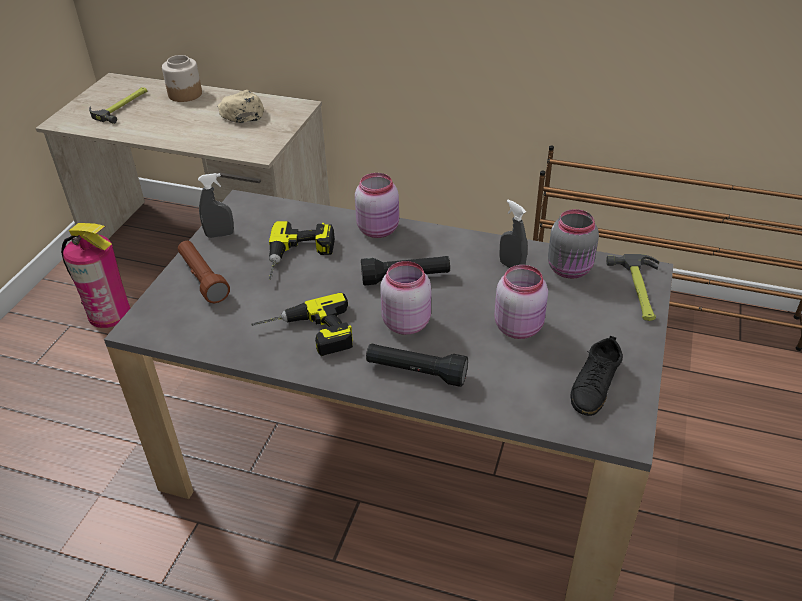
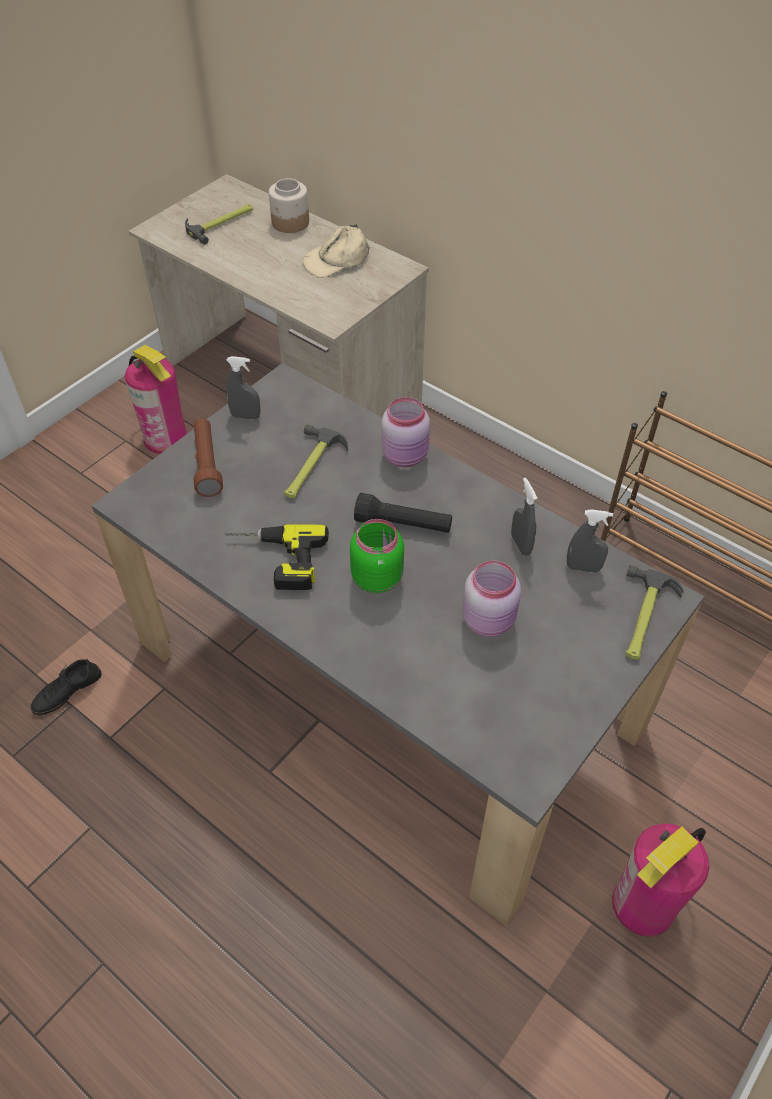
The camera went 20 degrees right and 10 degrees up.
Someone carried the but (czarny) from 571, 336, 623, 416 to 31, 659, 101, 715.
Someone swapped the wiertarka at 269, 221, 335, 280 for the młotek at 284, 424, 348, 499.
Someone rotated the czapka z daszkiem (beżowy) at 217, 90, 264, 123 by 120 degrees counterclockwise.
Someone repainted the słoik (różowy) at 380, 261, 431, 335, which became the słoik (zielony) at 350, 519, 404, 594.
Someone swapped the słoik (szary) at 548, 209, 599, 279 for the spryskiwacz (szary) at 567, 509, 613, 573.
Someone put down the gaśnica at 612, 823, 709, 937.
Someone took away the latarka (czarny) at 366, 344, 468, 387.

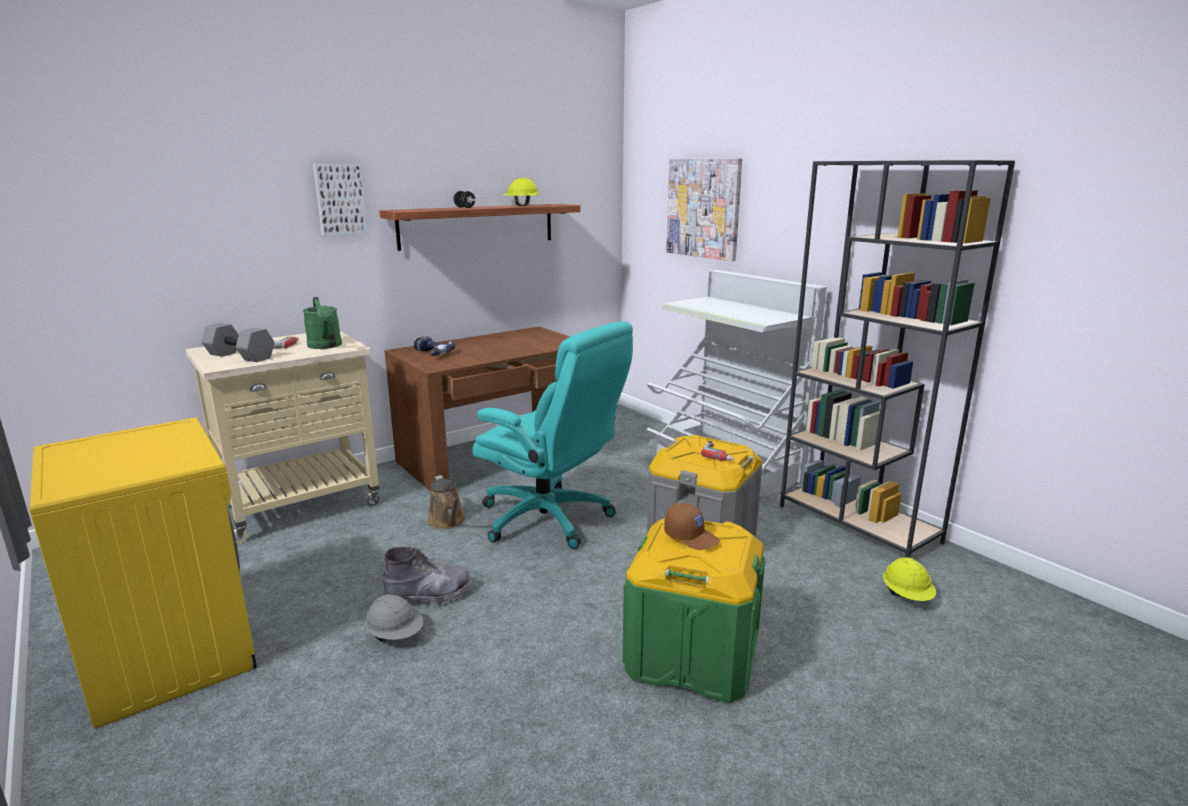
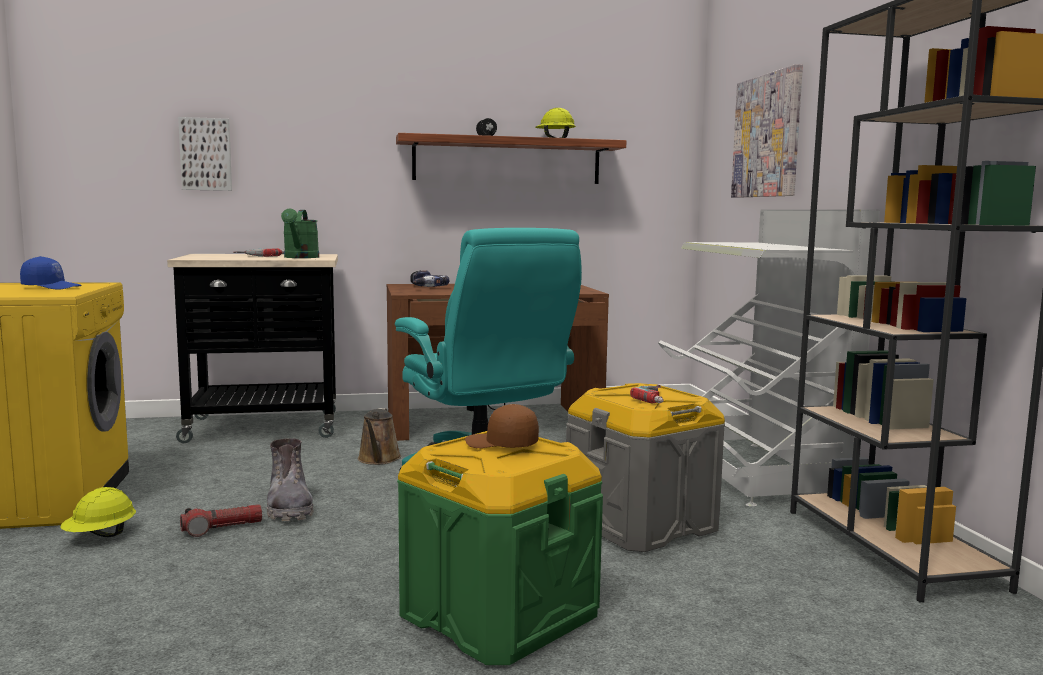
The camera went 25 degrees right and 10 degrees down.
Someone put down the czapka z daszkiem (niebieski) at 20, 256, 81, 289.
Someone carried the kask (żółty) from 883, 557, 936, 601 to 60, 487, 136, 537.
Someone repainted the wózek (beżowy) at 185, 331, 380, 544, which became the wózek (czarny) at 167, 254, 338, 443.
Someone carried the obraz from 313, 164, 368, 236 to 178, 117, 232, 191.
Someone swapped the kask (szary) at 365, 594, 423, 642 for the latarka at 180, 504, 262, 537.
Someone rotated the but z cholewką (szary) at 383, 547, 472, 606 by 60 degrees clockwise.
Someone rotated the czapka z daszkiem (brązowy) at 664, 503, 720, 550 by 135 degrees clockwise.
Someone took away the hantel (szary) at 201, 323, 274, 362.

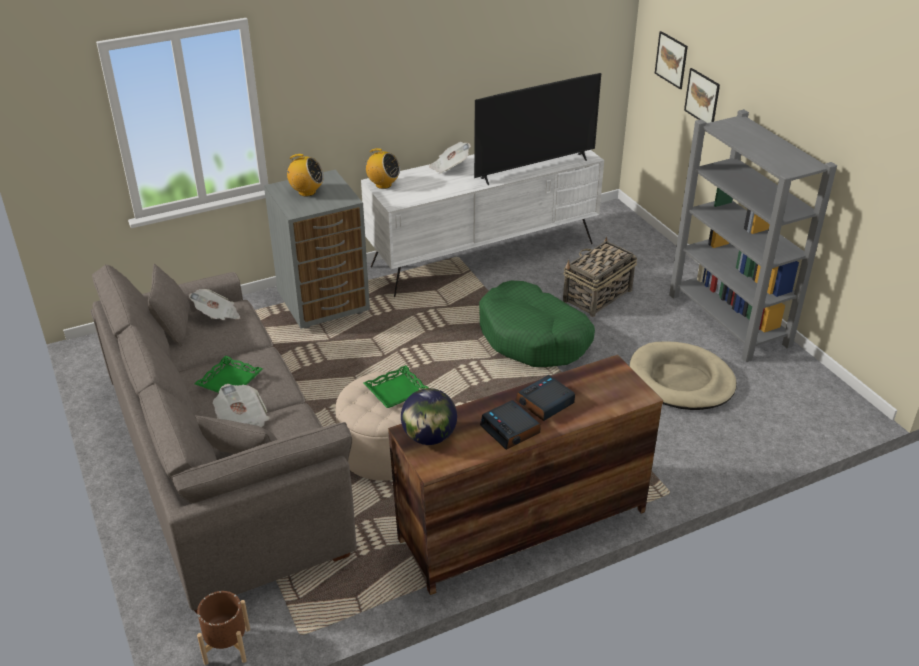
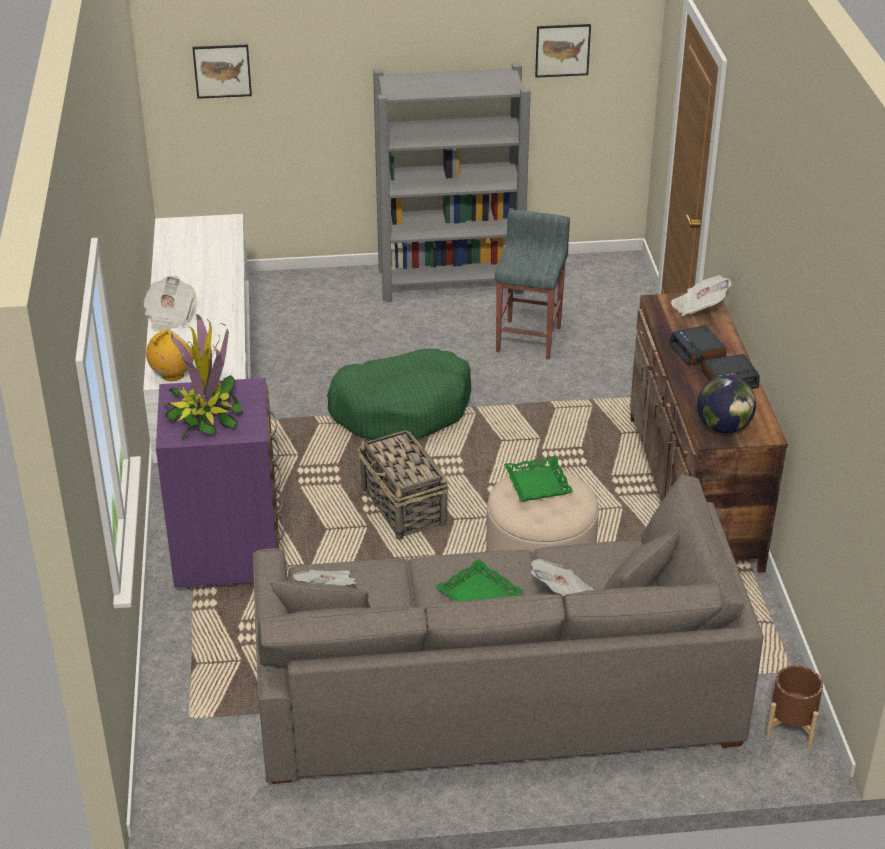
The camera went 70 degrees left and 0 degrees up.
Someone repainted the komoda (szary) at 264, 170, 370, 329, which became the komoda (fioletowy) at 156, 378, 285, 591.
Someone swapped the radio at 285, 154, 324, 196 for the roślina doniczkowa at 161, 314, 243, 439.
Someone carried the koszyk from 563, 237, 637, 317 to 357, 430, 449, 540.
Someone swapped the legowisko (beżowy) at 629, 341, 737, 410 for the stołek (szary) at 495, 210, 570, 359.
Someone carried the obraz from 684, 68, 720, 123 to 535, 24, 591, 78.
Someone put down the gazeta at 671, 275, 732, 316.
Someone took away the telewizor at 474, 73, 601, 185.

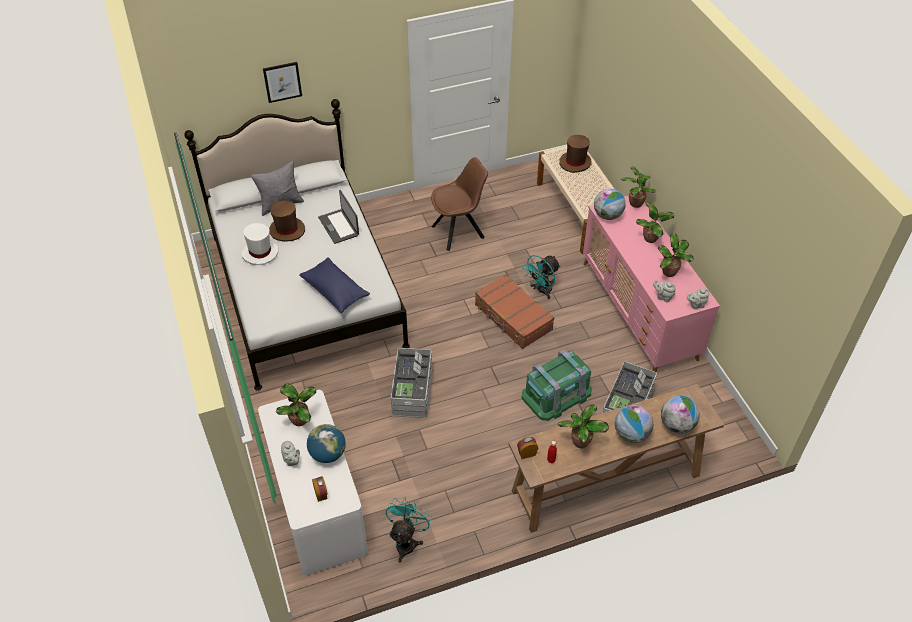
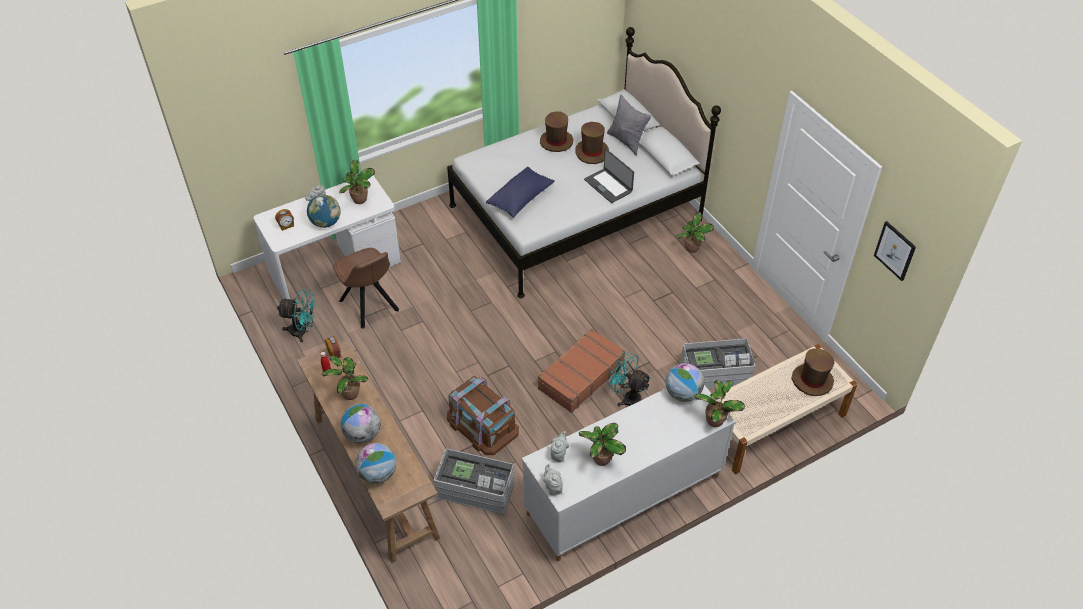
The camera went 80 degrees right and 0 degrees up.
Someone carried the krzesło (brązowy) from 431, 157, 488, 251 to 333, 248, 399, 329.
Someone repainted the pojemnik do przechowywania (zielony) at 521, 350, 592, 421, which became the pojemnik do przechowywania (brązowy) at 447, 376, 519, 455.
Someone repainted the komoda (różowy) at 583, 195, 720, 372, which became the komoda (biały) at 522, 385, 736, 562.
Someone repainted the kapelusz (biały) at 242, 223, 278, 265, which became the kapelusz (brązowy) at 540, 111, 573, 152.
Someone rotated the laptop at 318, 190, 359, 244 by 90 degrees counterclockwise.
Someone carried the roślina doniczkowa from 636, 202, 674, 243 to 675, 213, 714, 253.
Someone carried the pojemnik do przechowywania (szary) from 391, 348, 433, 418 to 680, 338, 755, 389.
Someone carried the obraz from 263, 62, 302, 103 to 874, 221, 916, 281.

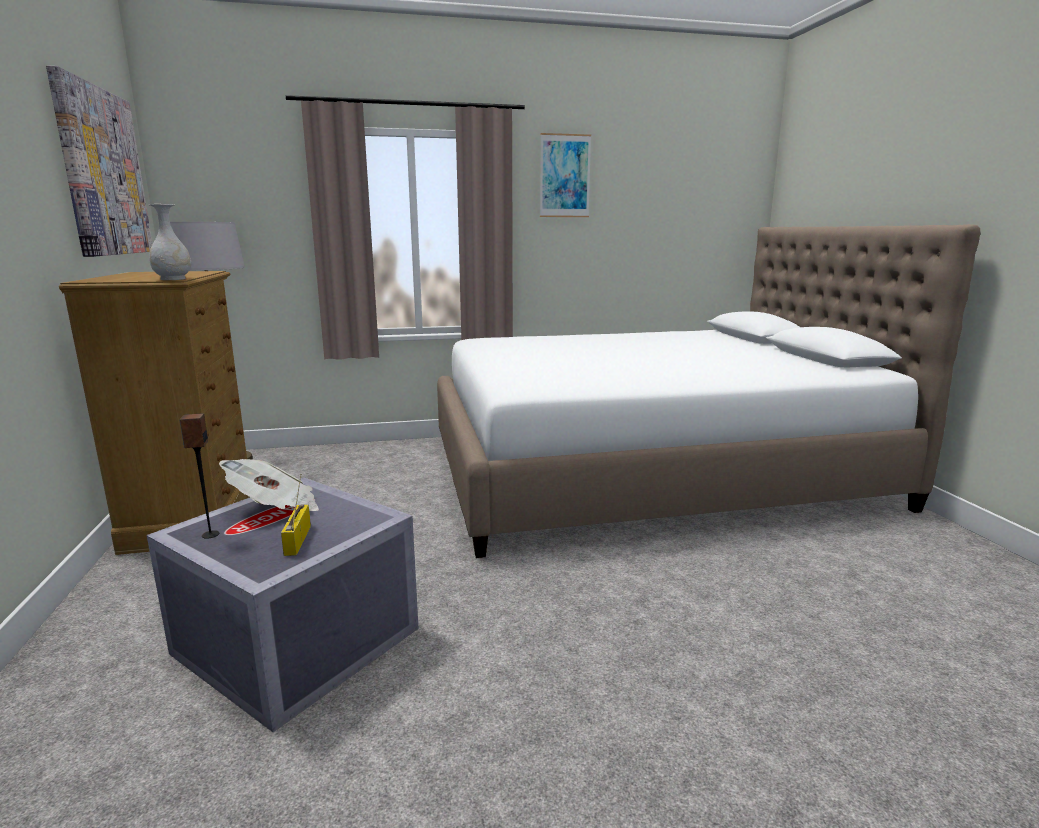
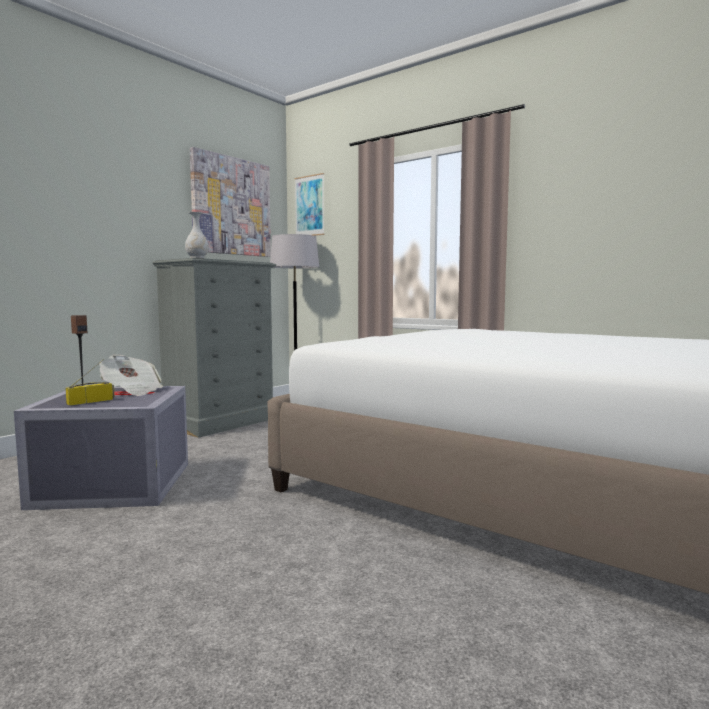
The camera went 50 degrees right and 10 degrees down.
Someone repainted the komoda (brązowy) at 59, 271, 249, 555, which became the komoda (szary) at 153, 258, 276, 438.
Someone carried the obraz from 540, 133, 591, 217 to 295, 173, 325, 236.

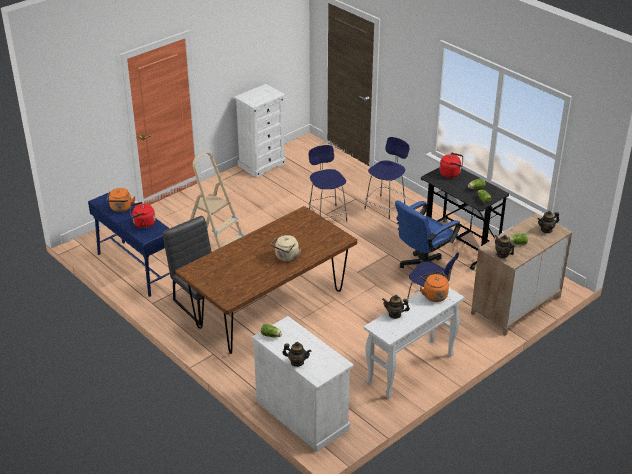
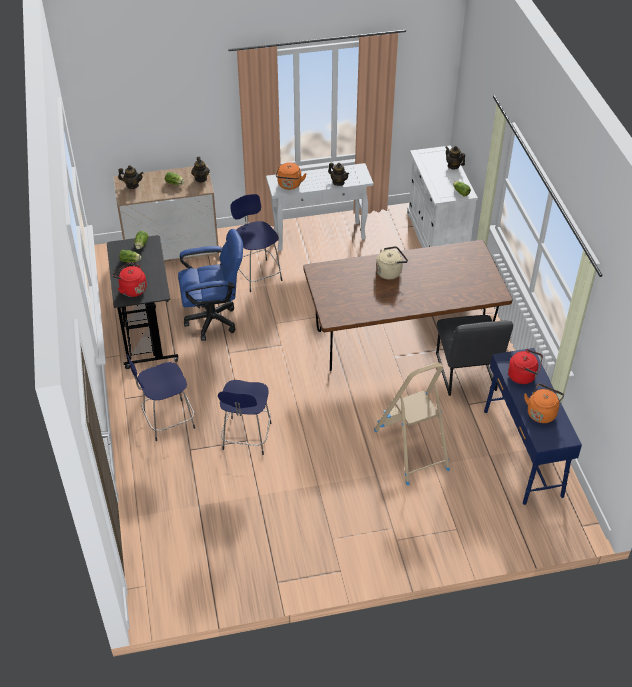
The camera went 150 degrees left and 10 degrees up.
Someone took away the komoda (biały) at 234, 84, 286, 177.

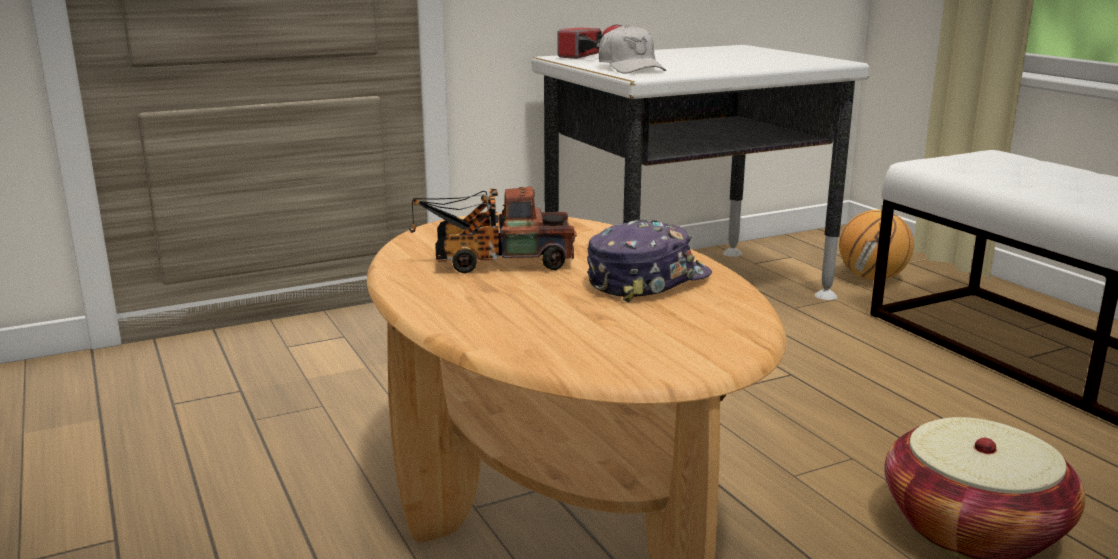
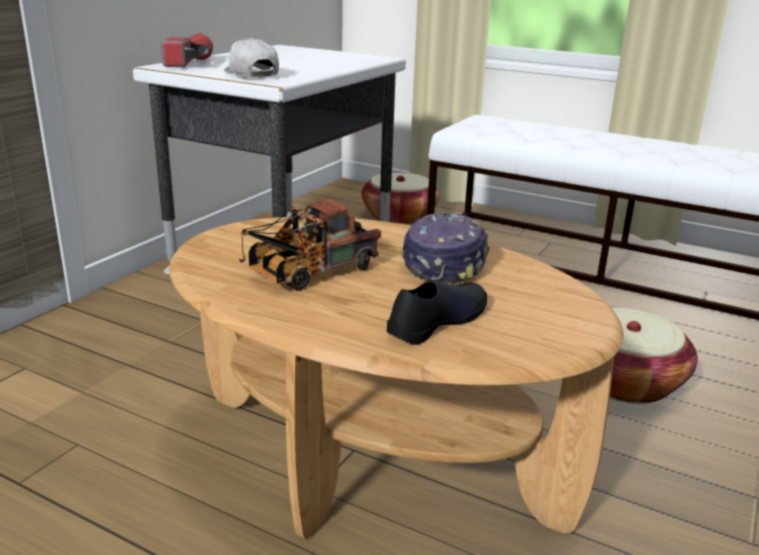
The camera went 35 degrees left and 5 degrees up.
Someone rotated the czapka z daszkiem (biały) at 599, 24, 666, 74 by 150 degrees counterclockwise.
Someone swapped the piłka do koszykówki at 839, 210, 914, 280 for the koszyk at 362, 173, 439, 225.
Someone put down the but (czarny) at 387, 280, 487, 345.

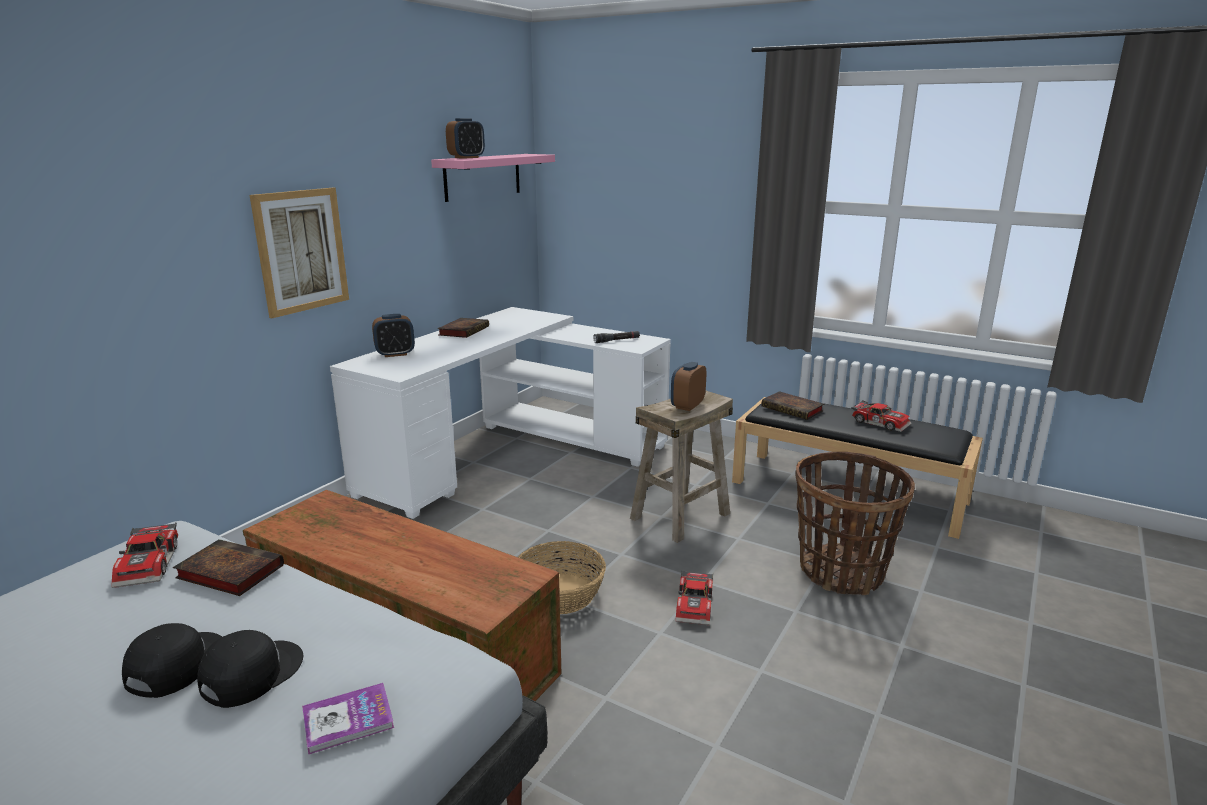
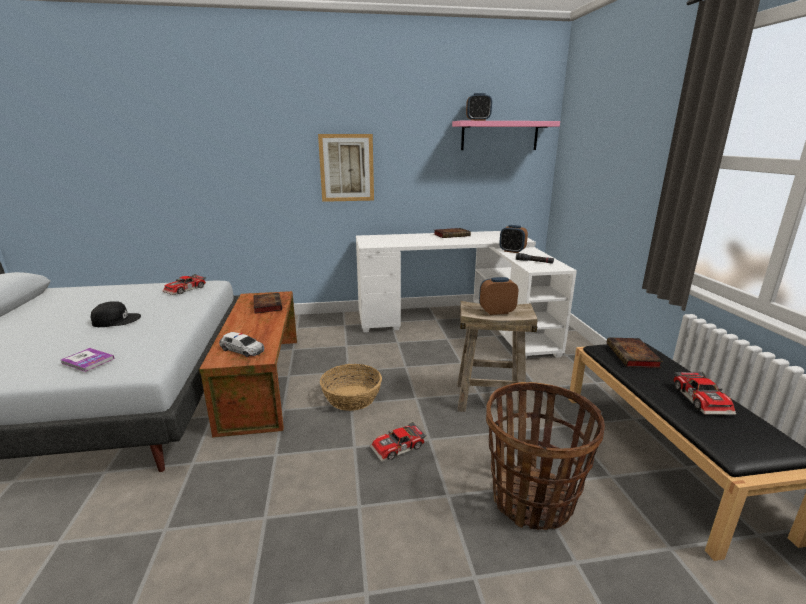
The camera went 50 degrees right and 0 degrees up.
Someone put down the samochodzik at 219, 332, 264, 357.
Someone carried the książka from 173, 539, 284, 596 to 254, 293, 282, 314.
Someone carried the budzik from 372, 314, 415, 357 to 499, 225, 528, 253.
Someone took away the czapka z daszkiem (czarny) at 197, 630, 303, 708.

